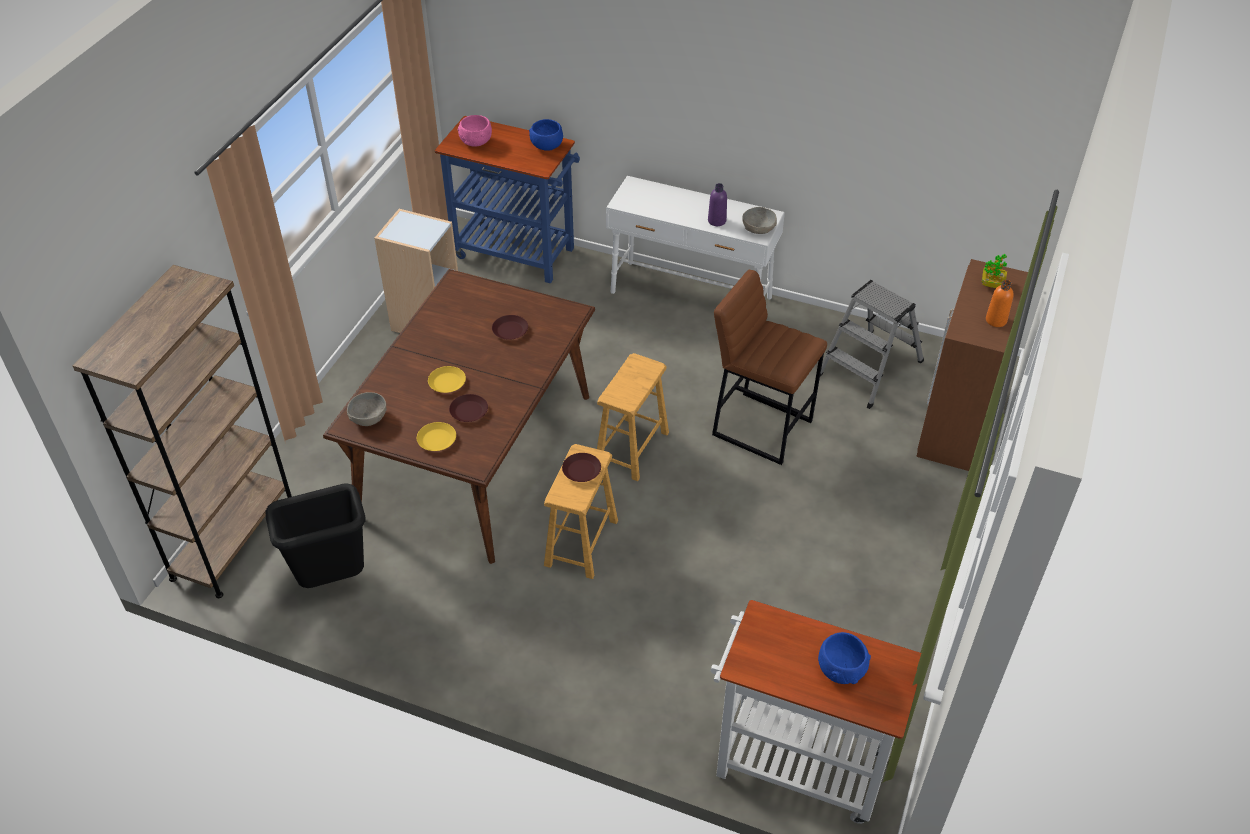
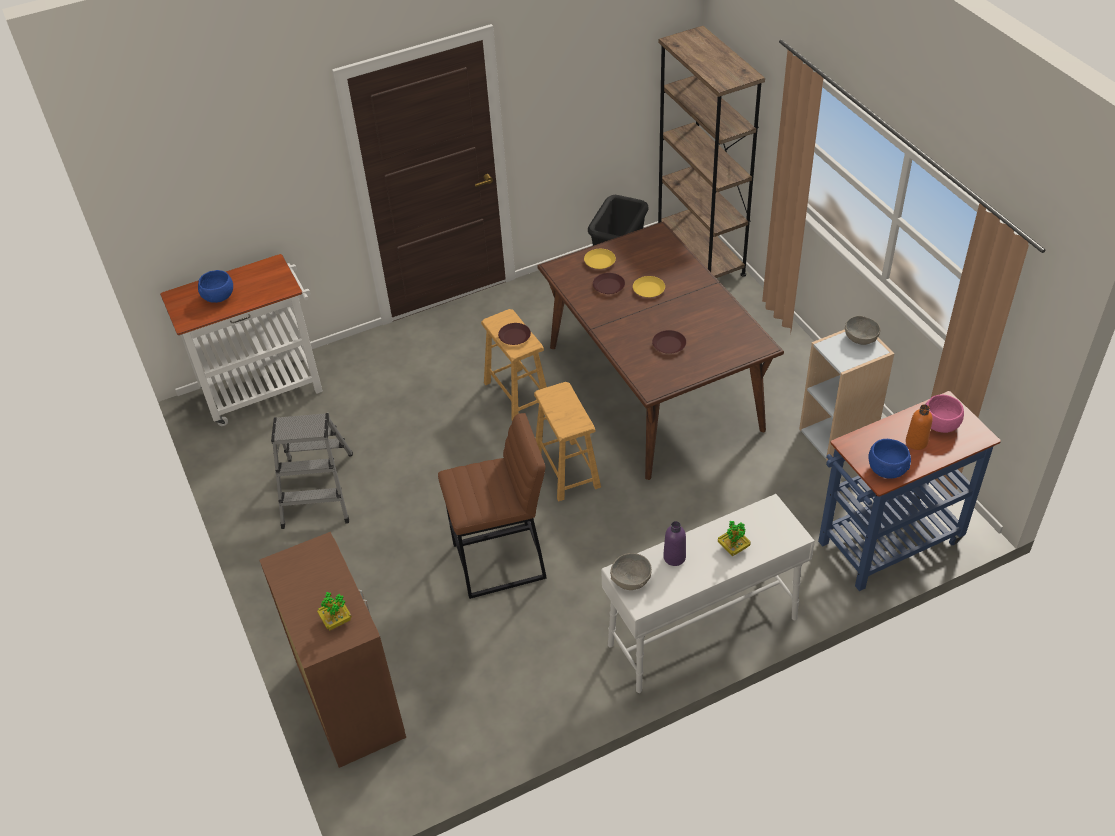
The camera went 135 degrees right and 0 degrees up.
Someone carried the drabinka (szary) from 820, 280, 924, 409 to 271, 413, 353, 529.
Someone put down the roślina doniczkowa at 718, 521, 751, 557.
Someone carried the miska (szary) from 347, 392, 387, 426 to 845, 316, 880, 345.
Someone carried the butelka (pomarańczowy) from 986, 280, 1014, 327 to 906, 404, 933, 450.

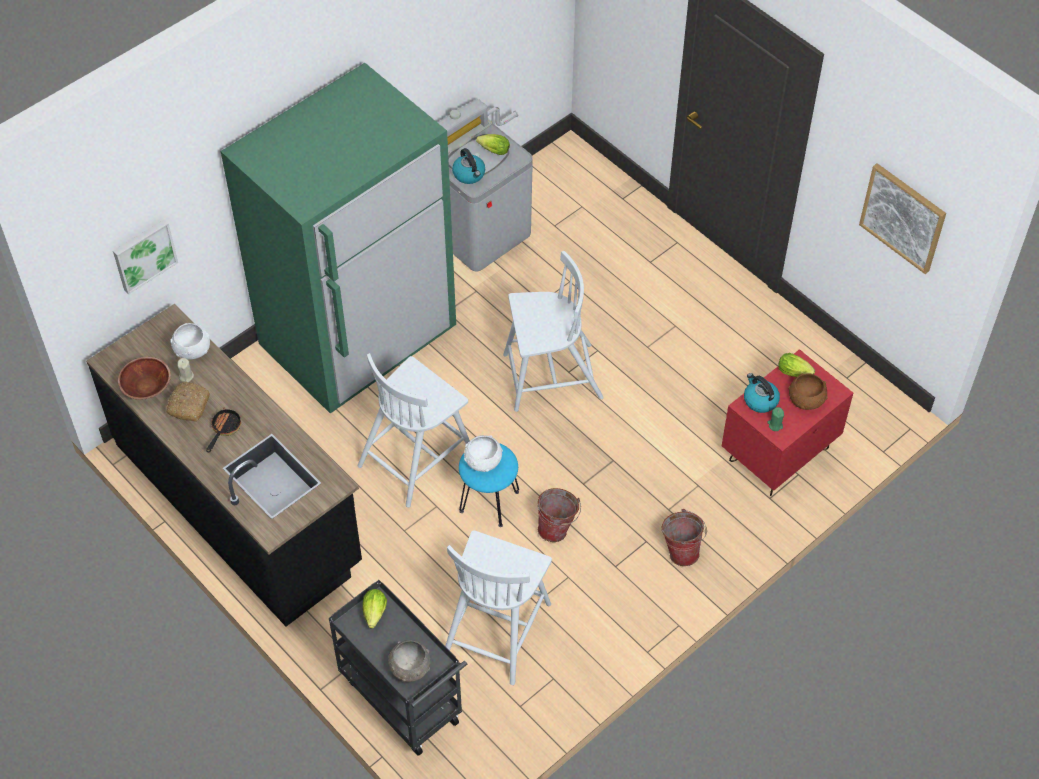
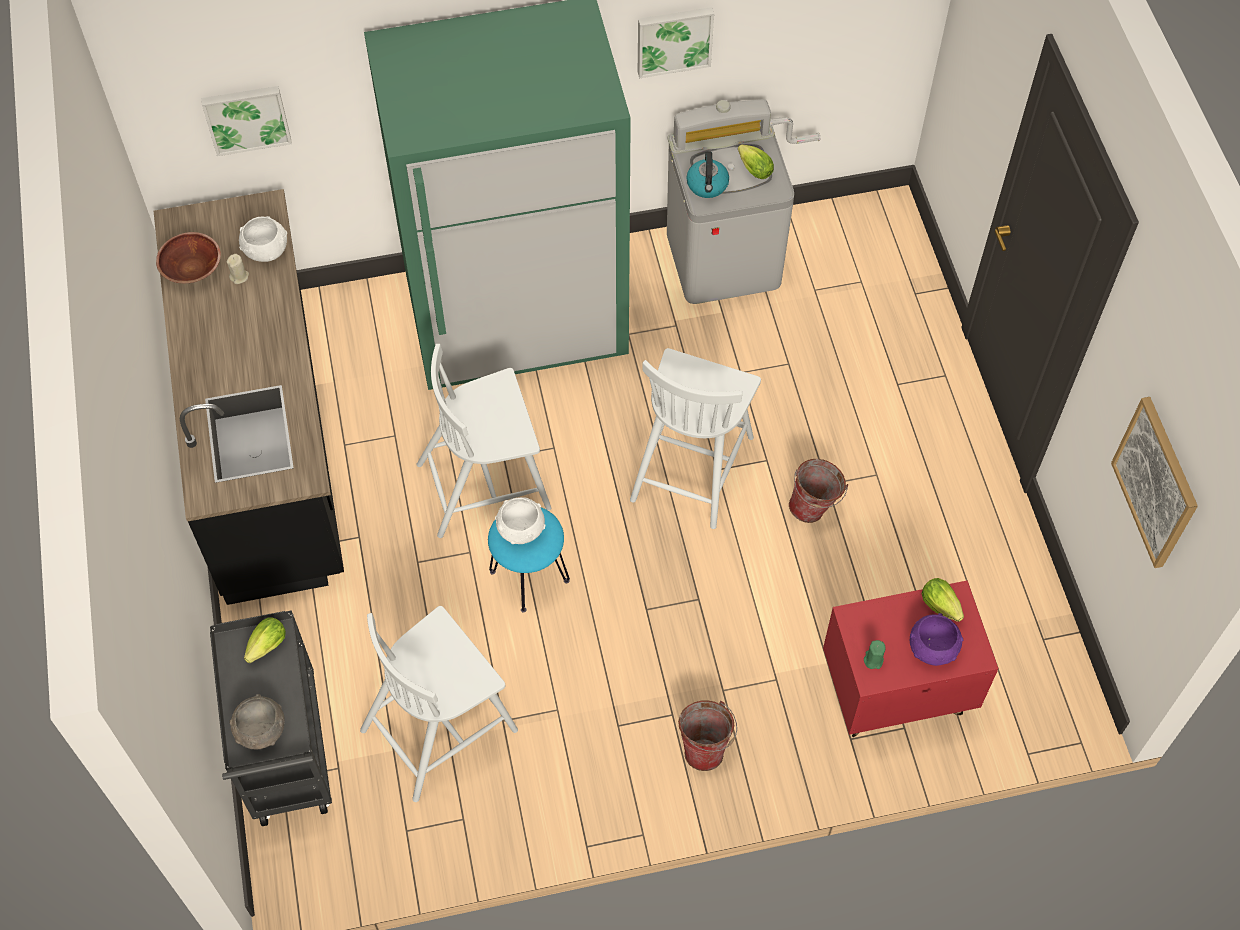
The camera went 30 degrees right and 5 degrees up.
Someone rotated the krzesło (biały) at 503, 251, 604, 412 by 90 degrees clockwise.
Someone put up the obraz at 638, 7, 714, 78.
Someone carried the wiadro from 538, 488, 581, 542 to 789, 459, 848, 523.
Someone repainted the miska (brązowy) at 788, 373, 828, 410, which became the miska (fioletowy) at 910, 613, 963, 666.
Someone took away the chleb at 166, 382, 210, 422.
Someone took away the patelnia at 206, 408, 241, 452.
Someone took away the czajnik at 744, 373, 780, 413.

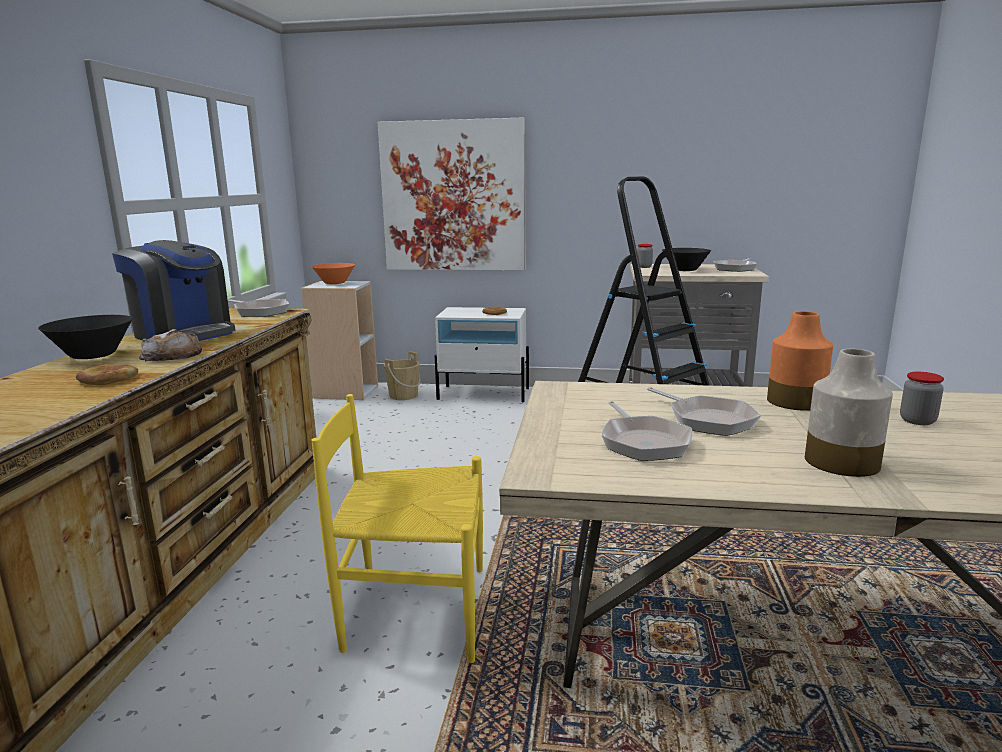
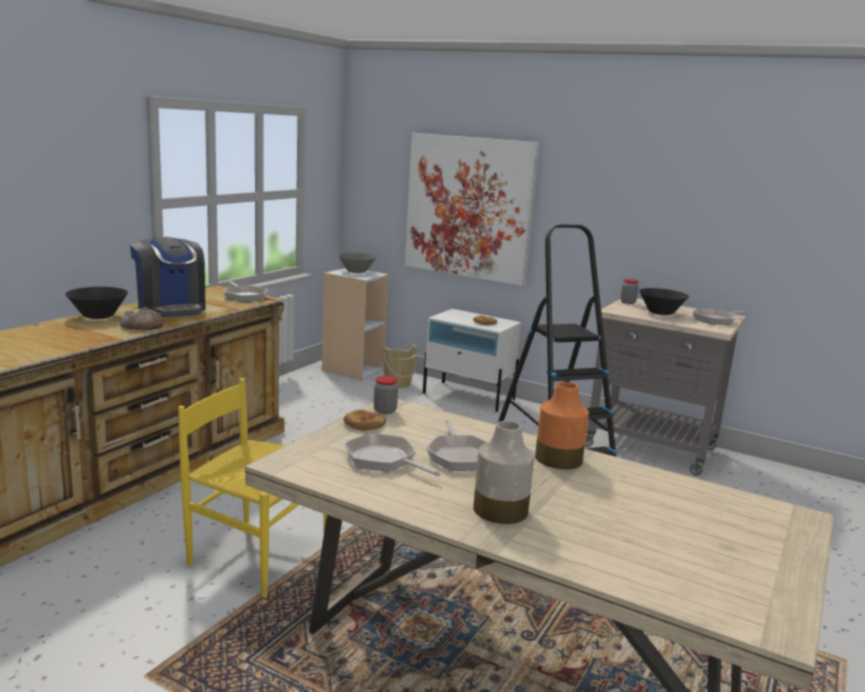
The camera went 20 degrees right and 0 degrees up.
Someone repainted the miska (pomarańczowy) at 312, 263, 355, 284, which became the miska (szary) at 338, 253, 376, 273.
Someone carried the chleb from 76, 364, 138, 385 to 343, 410, 386, 431.
Someone rotated the patelnia at 602, 401, 693, 461 by 120 degrees clockwise.
Someone carried the słoik from 900, 372, 944, 425 to 374, 376, 398, 414.

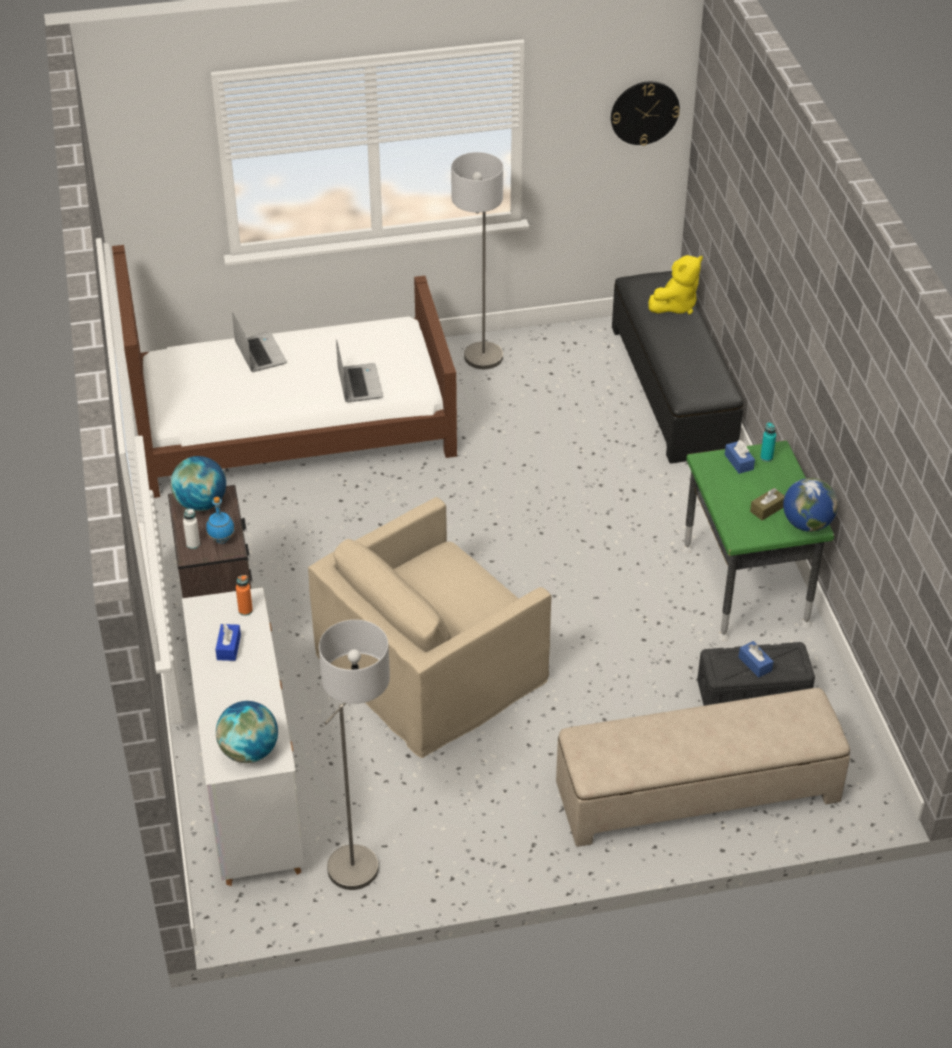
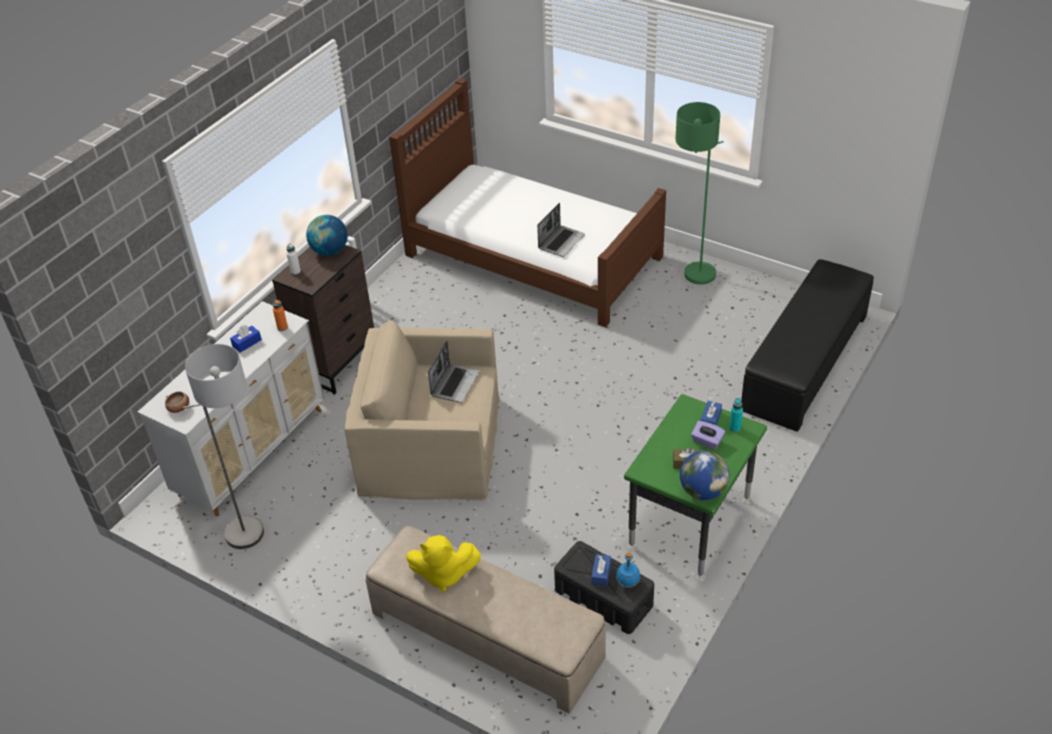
The camera went 45 degrees right and 0 degrees up.
Someone swapped the globus at 216, 701, 278, 763 for the miska at 165, 391, 189, 413.
Someone carried the pluszak (żółty) from 648, 255, 703, 314 to 406, 535, 481, 592.
Someone carried the laptop from 232, 313, 287, 372 to 428, 341, 480, 403.
Someone carried the butelka (niebieski) from 206, 497, 235, 544 to 616, 552, 640, 588.
Someone repainted the lampa stojąca (szary) at 451, 152, 503, 369, which became the lampa stojąca (zielony) at 675, 102, 724, 285.
Someone put down the pudełko chusteczek (fioletowy) at 691, 421, 725, 450.
Someone took away the zegar ścienny at 611, 81, 680, 146.

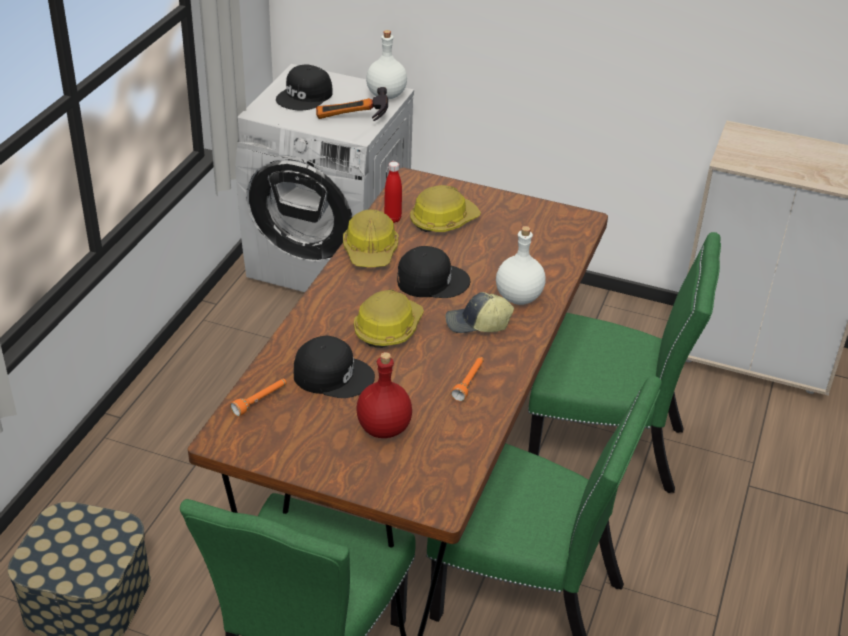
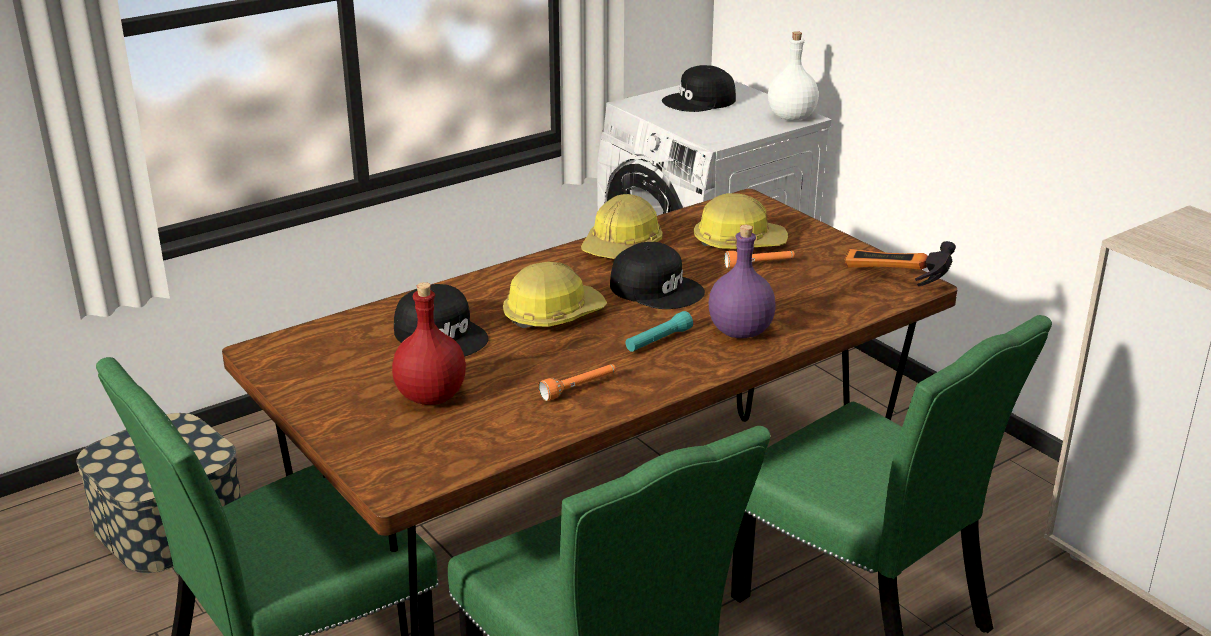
The camera went 35 degrees right and 10 degrees down.
Someone swapped the czapka z daszkiem at 445, 292, 514, 333 for the latarka (turkusowy) at 625, 311, 693, 352.
Someone repainted the butelka (biały) at 496, 226, 546, 305, which became the butelka (fioletowy) at 709, 225, 776, 338.
Someone carried the latarka (pomarańczowy) from 230, 379, 287, 416 to 724, 251, 795, 269.
Someone carried the młotek from 316, 87, 388, 121 to 844, 241, 956, 286.
Someone took away the butelka (czerwony) at 384, 161, 402, 223.

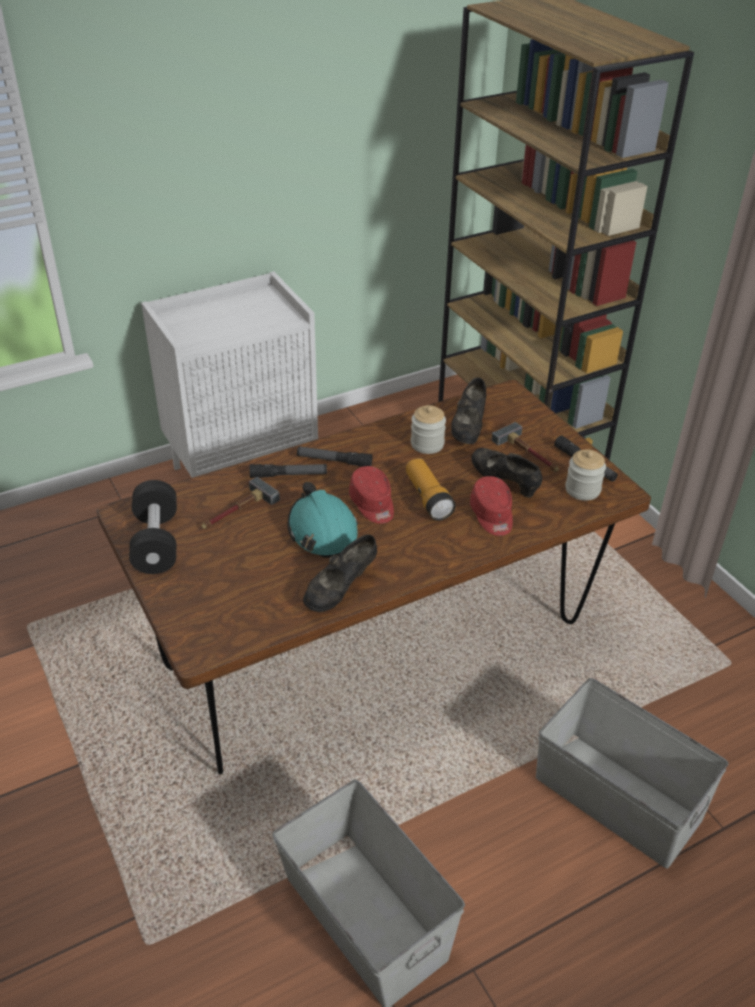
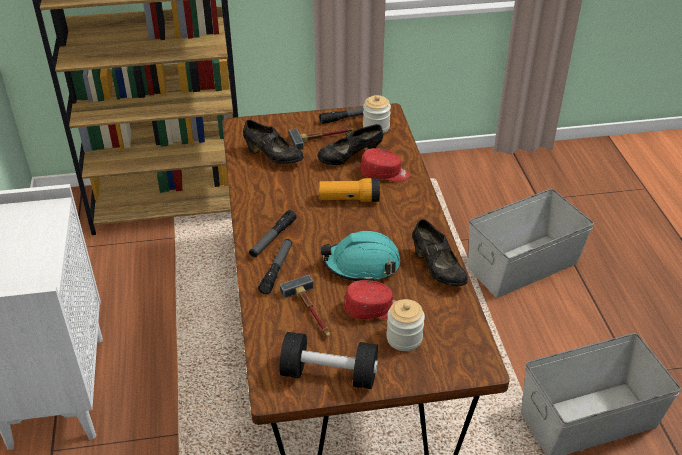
The camera went 70 degrees left and 0 degrees up.
Someone carried the czapka z daszkiem (czerwony) from 349, 466, 394, 524 to 344, 280, 397, 319.
Someone carried the słoik from 411, 405, 446, 454 to 386, 299, 425, 351.

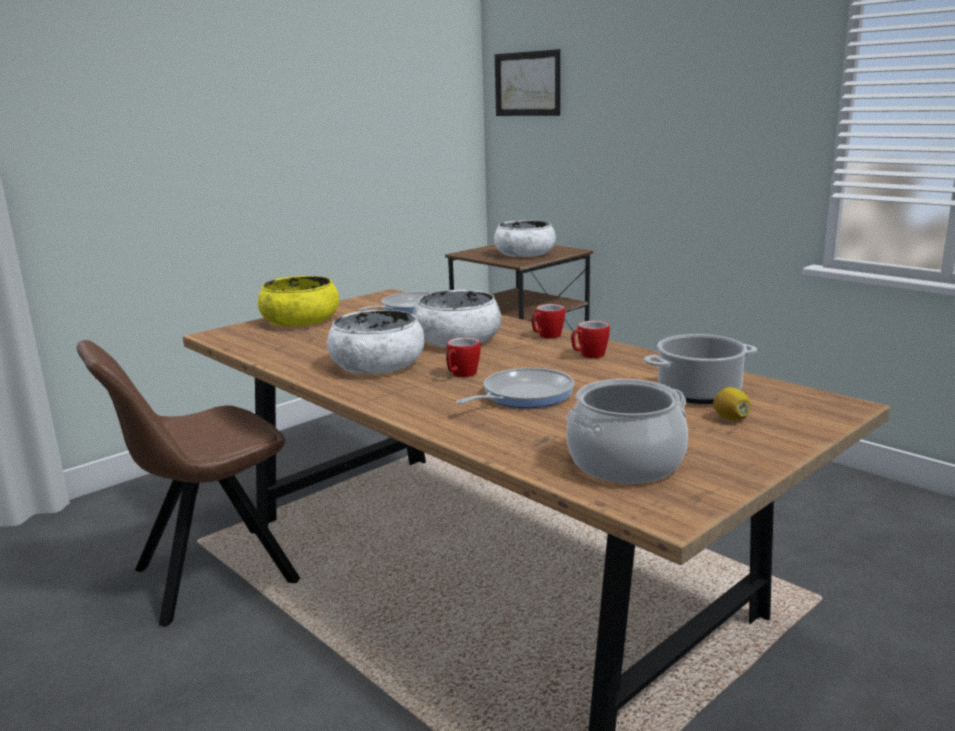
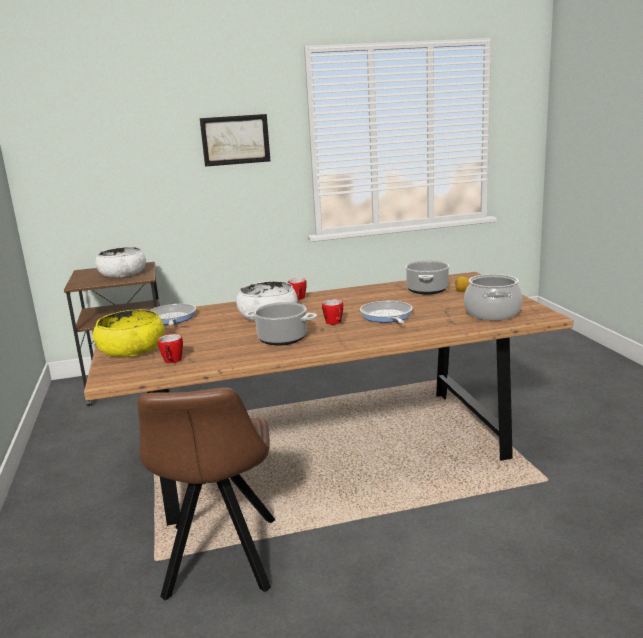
The camera went 60 degrees left and 0 degrees up.
Someone carried the kubek from 571, 321, 610, 358 to 158, 334, 183, 363.
Someone carried the obraz from 495, 49, 560, 116 to 200, 114, 270, 167.
Someone swapped the miska (biały) at 327, 310, 424, 374 for the garnek at 245, 302, 317, 346.

